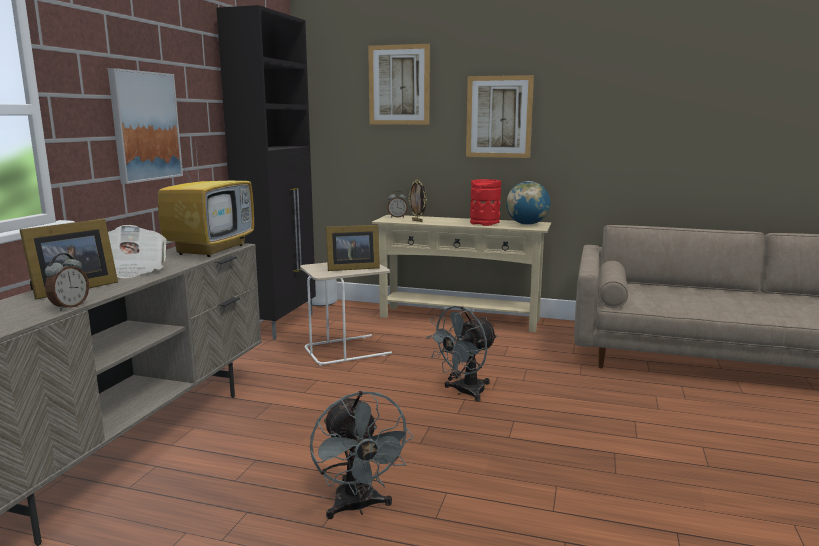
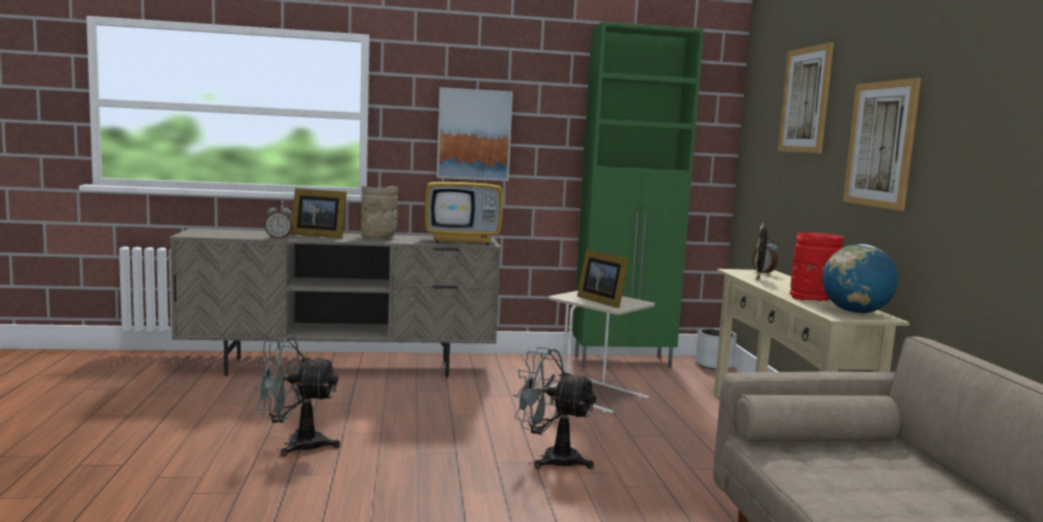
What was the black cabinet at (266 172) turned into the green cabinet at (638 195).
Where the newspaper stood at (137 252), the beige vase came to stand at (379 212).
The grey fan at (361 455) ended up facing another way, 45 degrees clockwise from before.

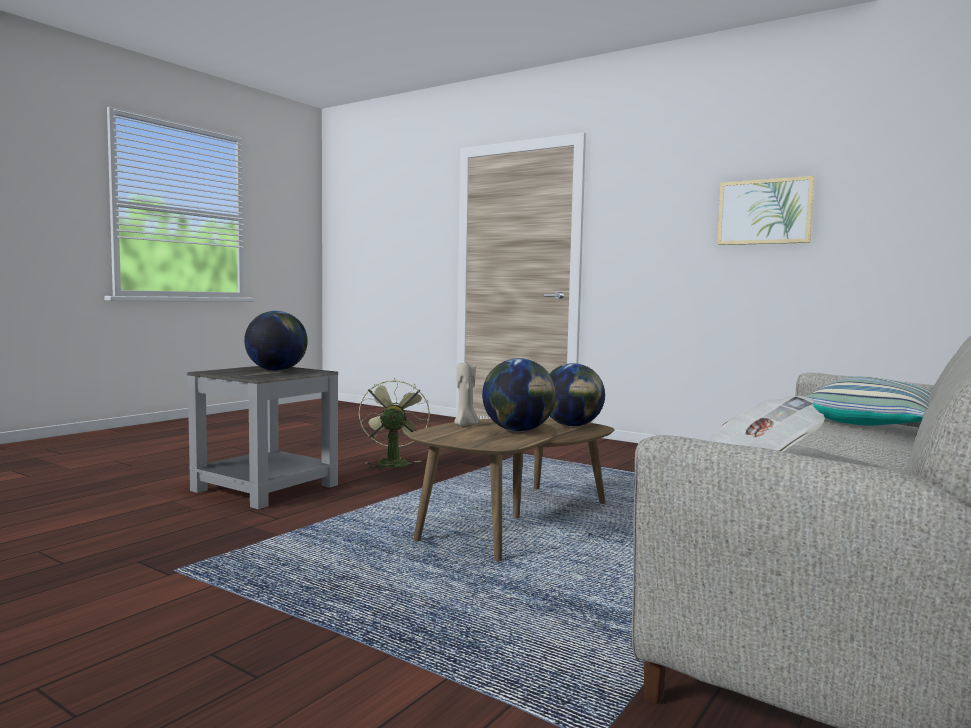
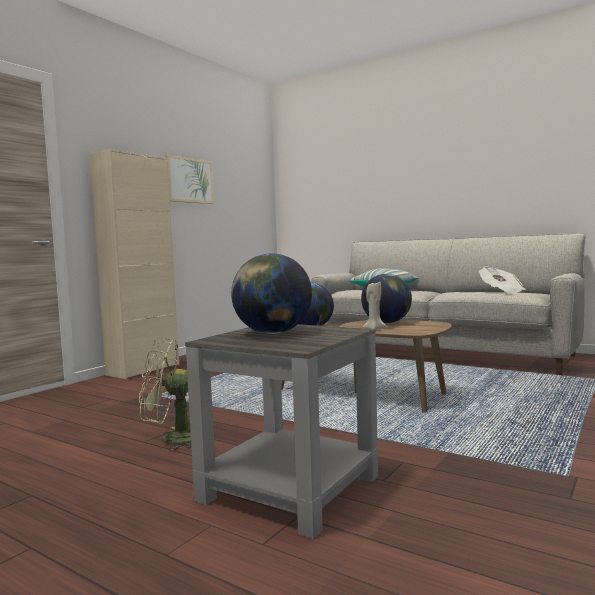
The second view gained the beige cabinet at (134 264).

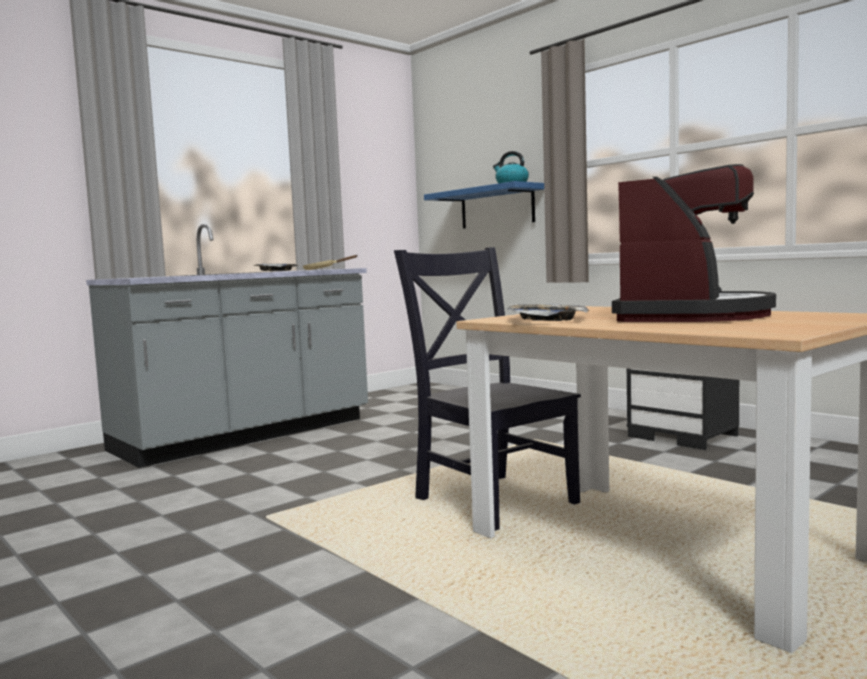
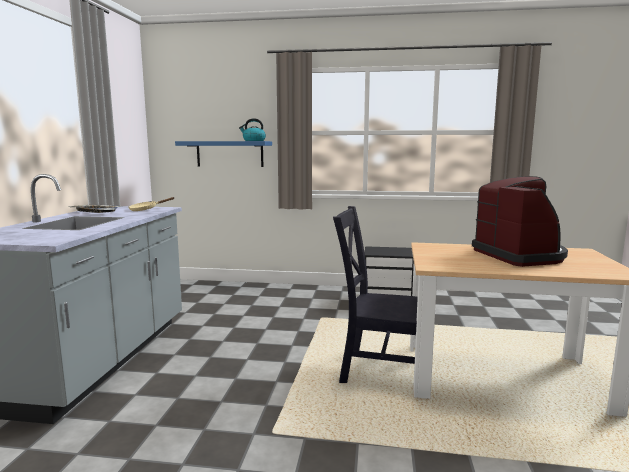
The second view lost the tray at (548 312).

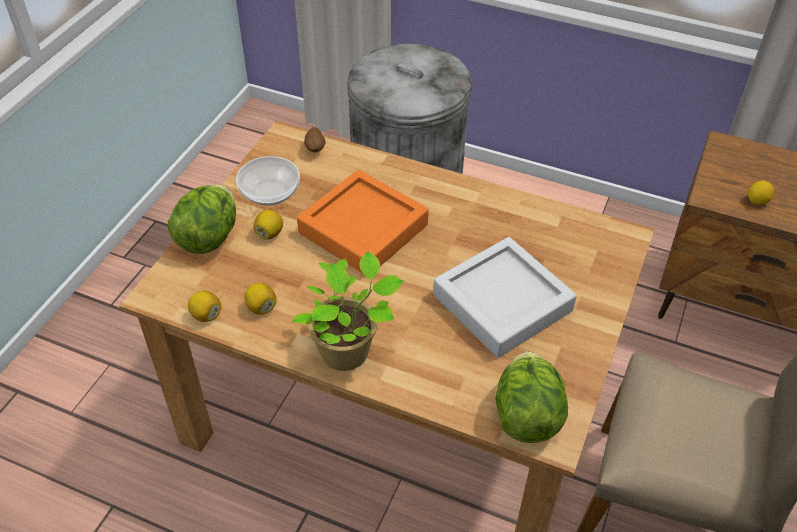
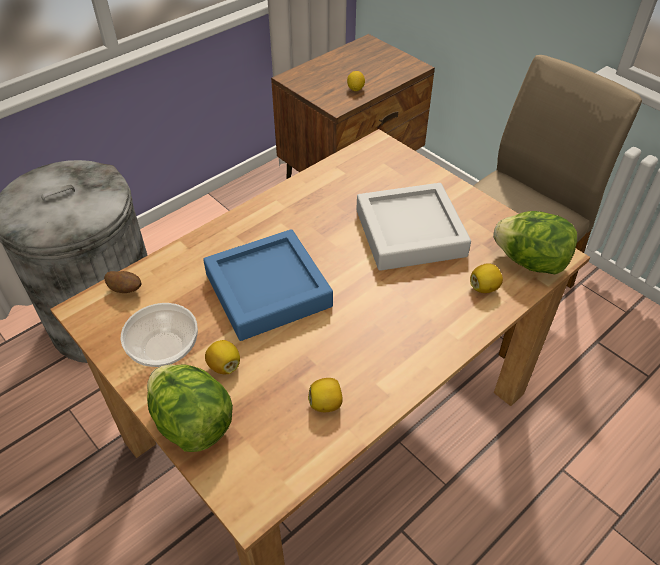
What was the orange tray at (363 221) turned into the blue tray at (268 285).
The second view lost the potted plant at (347 311).
The lemon ended up elsewhere, having gone from (204 306) to (486 278).

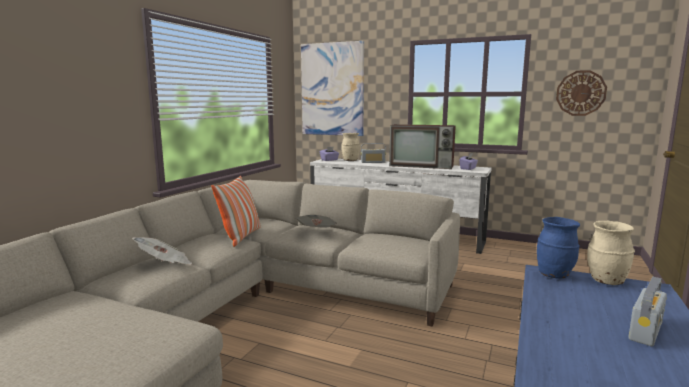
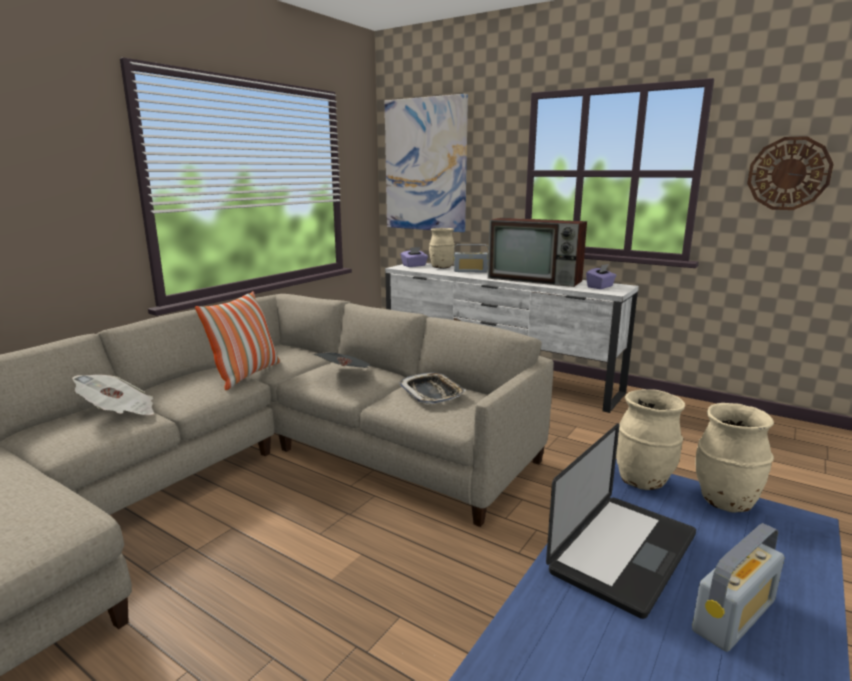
What was the blue vase at (558 248) turned into the beige vase at (650 439).
The second view gained the tray at (432 388).
The second view gained the laptop at (621 521).

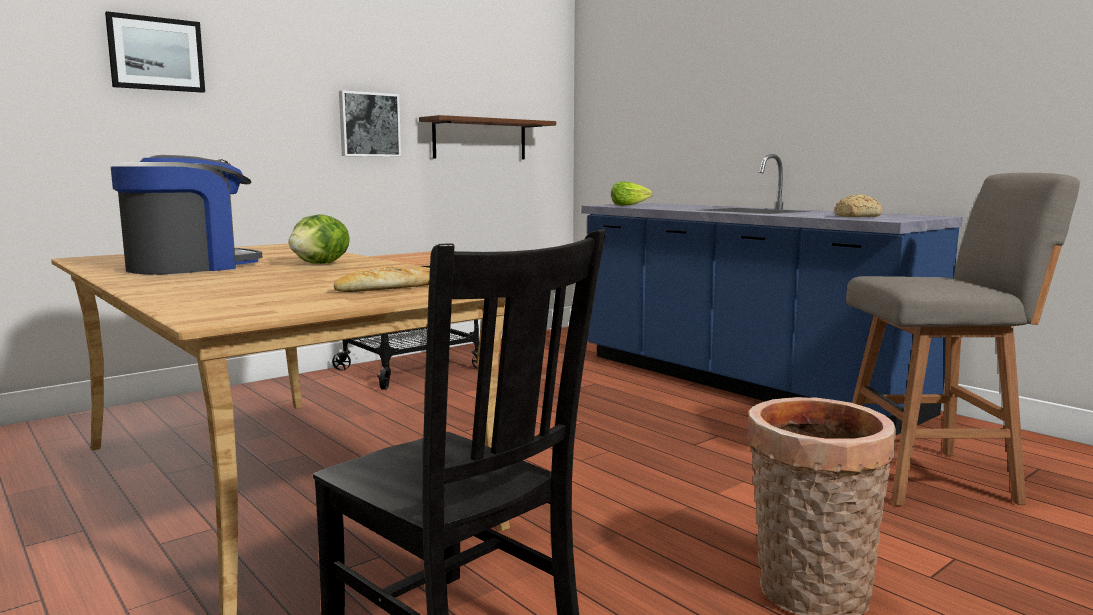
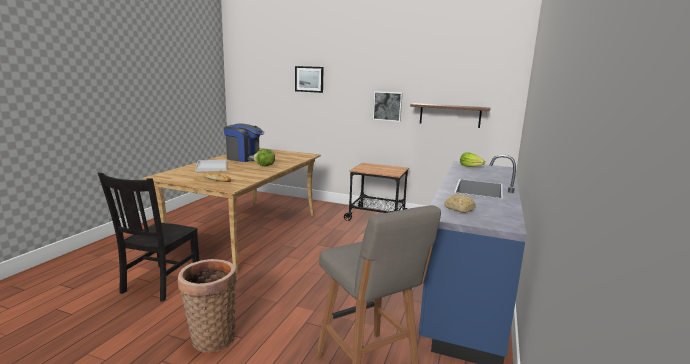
The second view gained the white tray at (211 166).

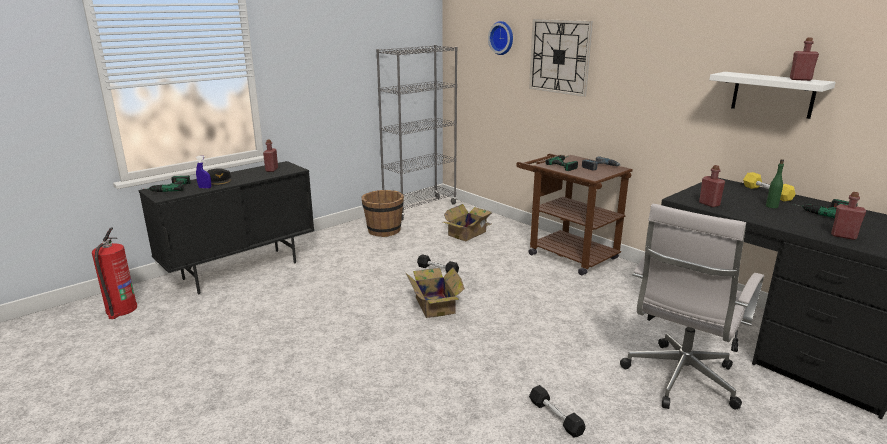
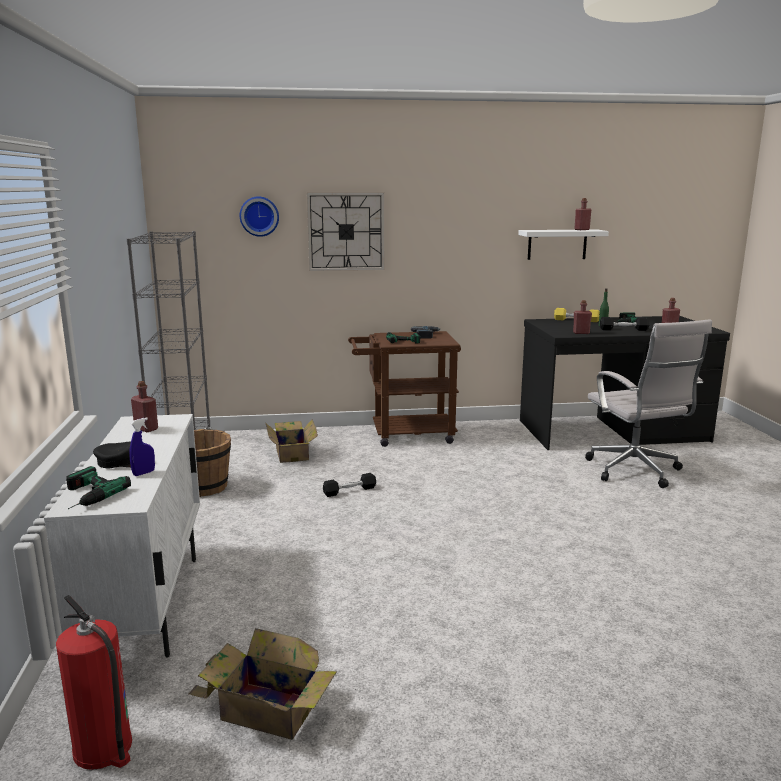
What was the black cabinet at (226 227) turned into the white cabinet at (122 536).
The cardboard box ended up elsewhere, having gone from (435 292) to (262 684).
The black dumbbell ended up elsewhere, having gone from (557 411) to (624 324).

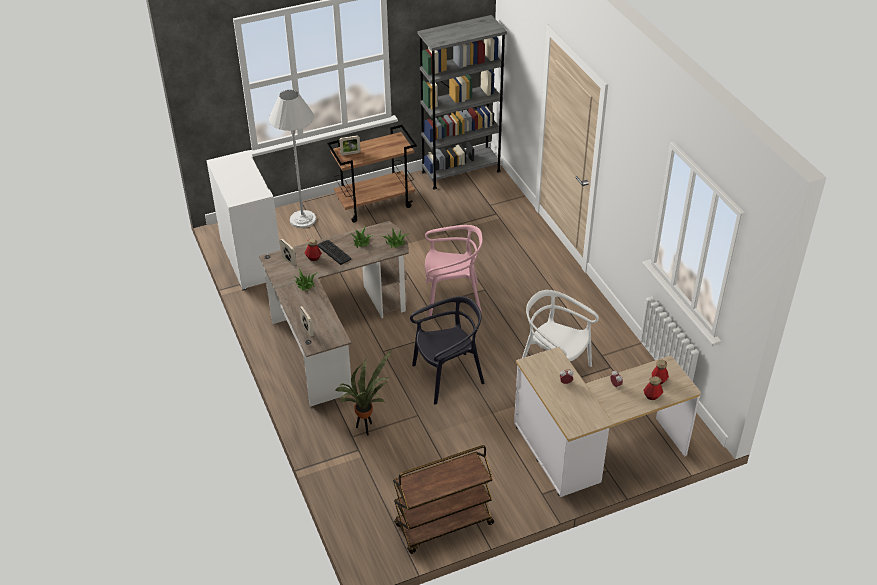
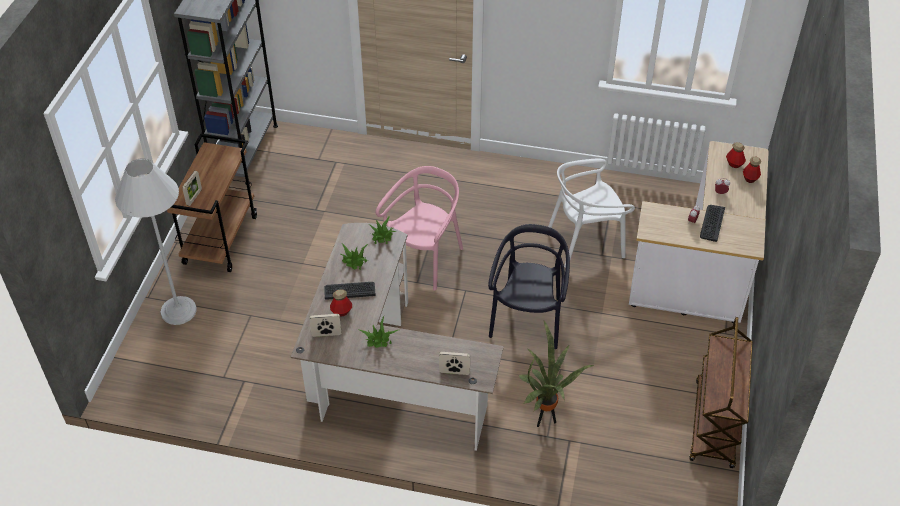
The second view lost the white cabinet at (243 220).
The second view gained the keyboard at (712 223).

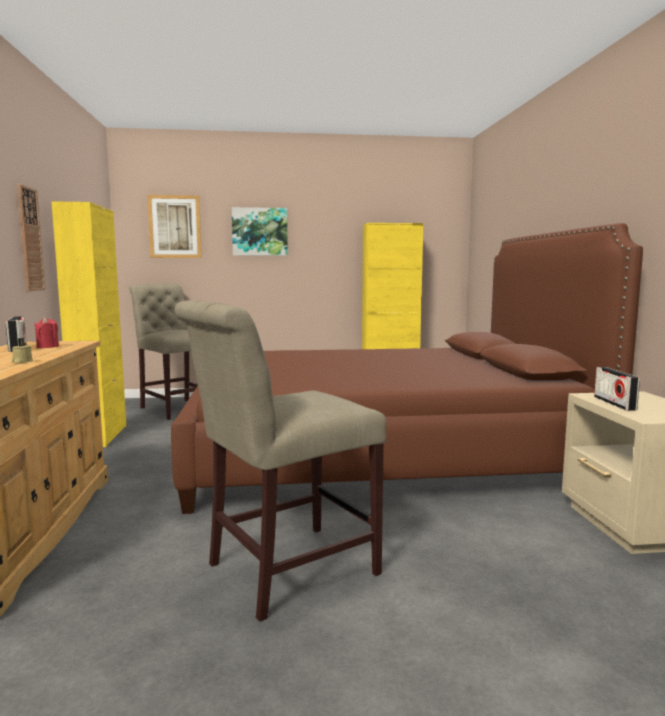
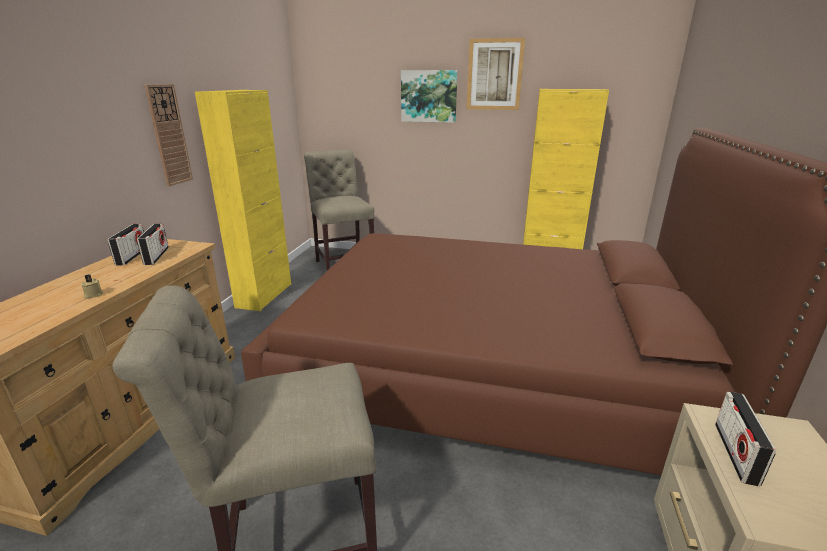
The picture ended up elsewhere, having gone from (174 226) to (495 74).
Where the red candle stood at (46 332), the radio came to stand at (153 244).

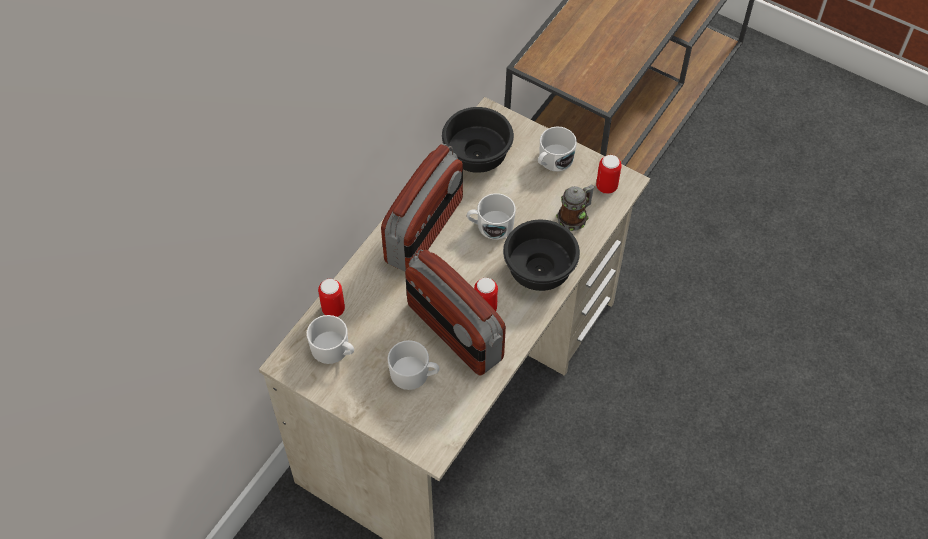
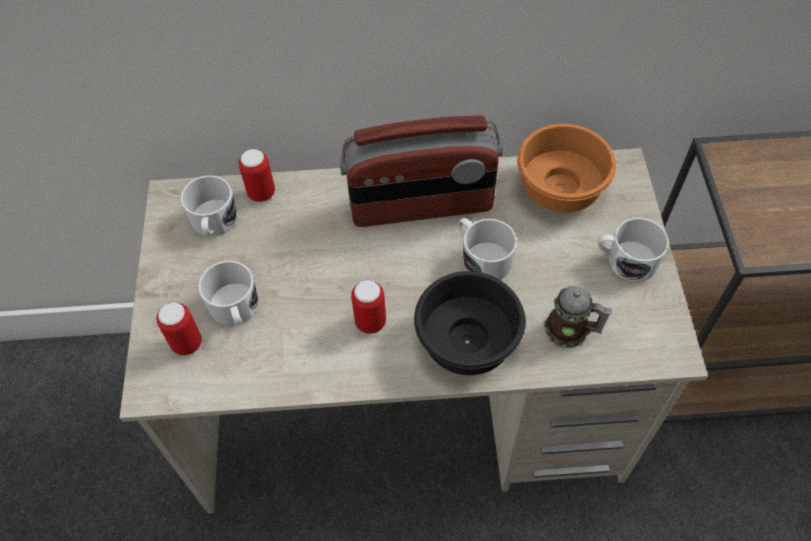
What was the black bowl at (478 140) turned into the orange bowl at (566 168).
The can ended up elsewhere, having gone from (609 174) to (179 328).
The second view lost the radio at (455 312).

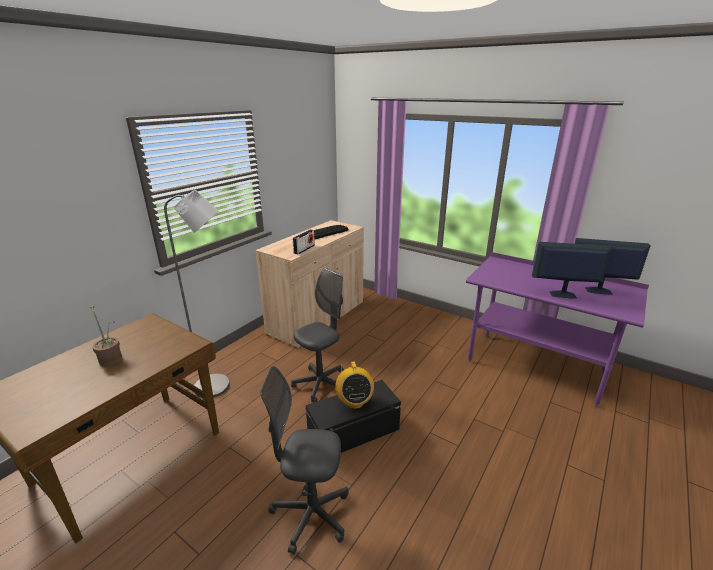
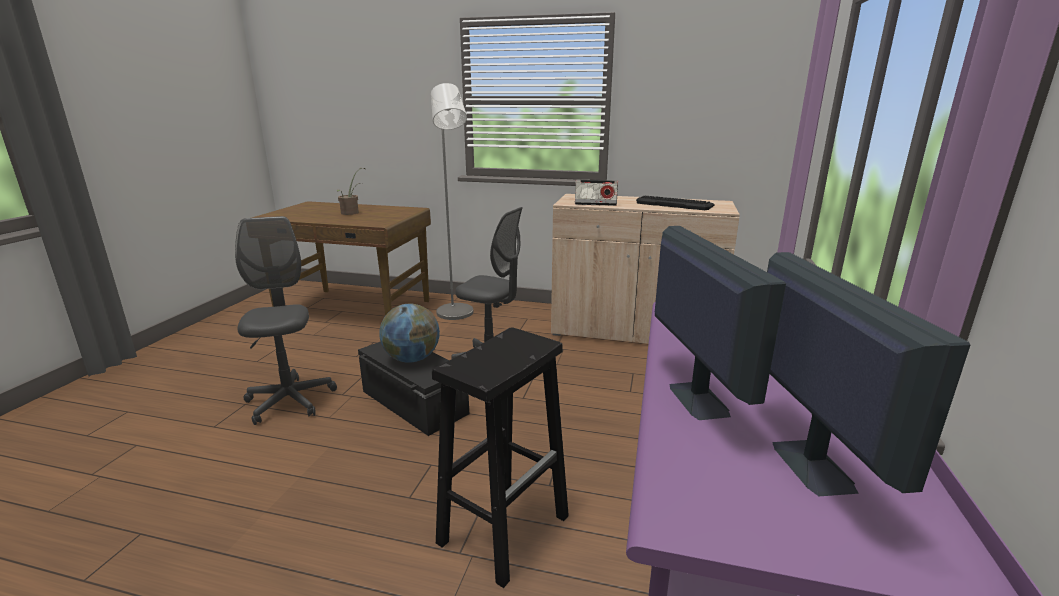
Where the radio stood at (354 385), the globe came to stand at (409 333).
The second view gained the black stool at (500 457).

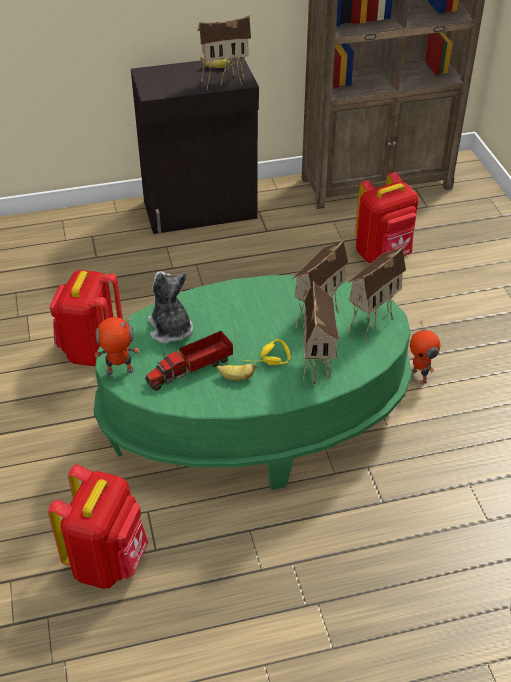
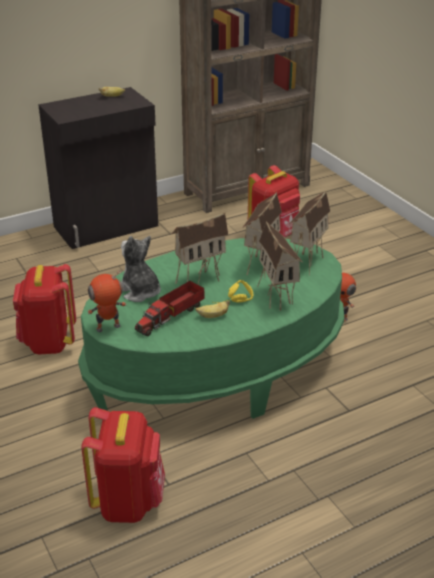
The toy house ended up elsewhere, having gone from (224 52) to (199 248).

